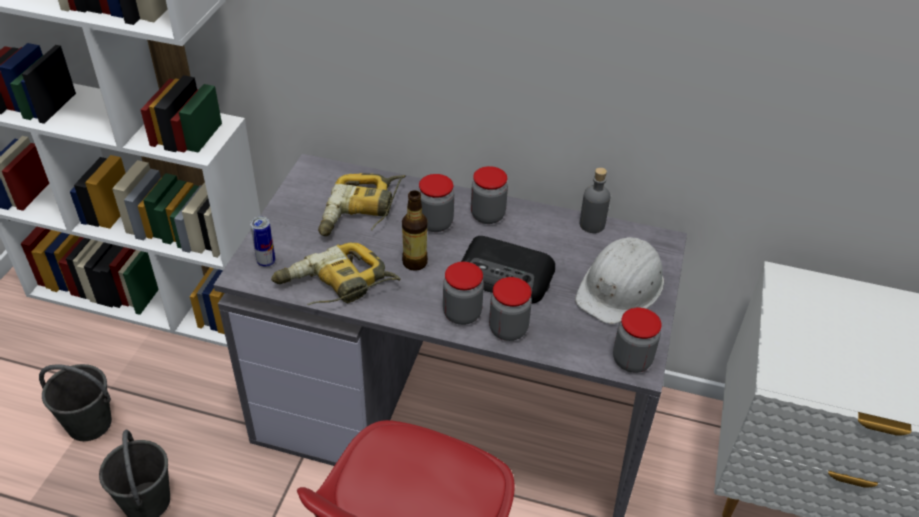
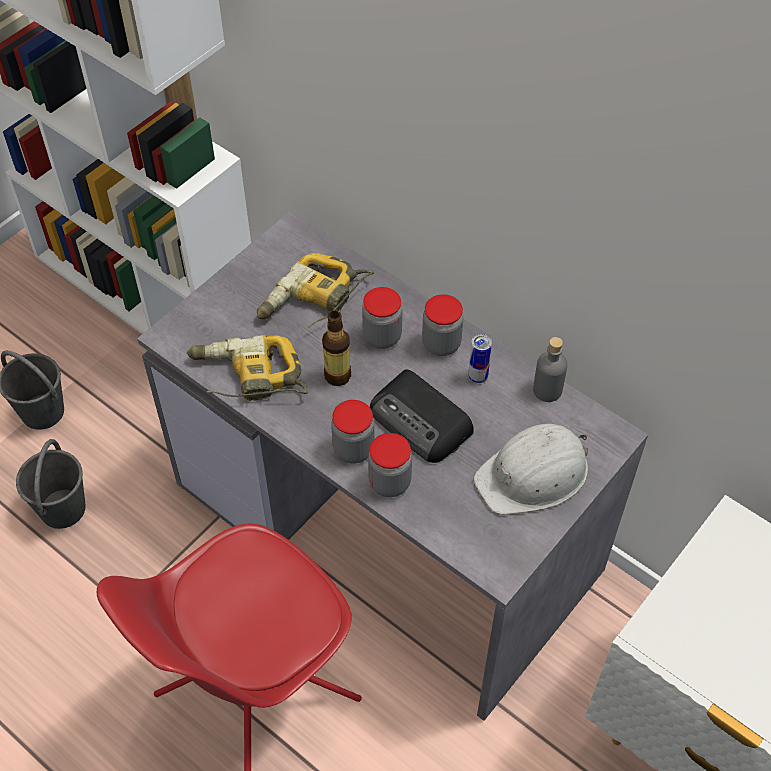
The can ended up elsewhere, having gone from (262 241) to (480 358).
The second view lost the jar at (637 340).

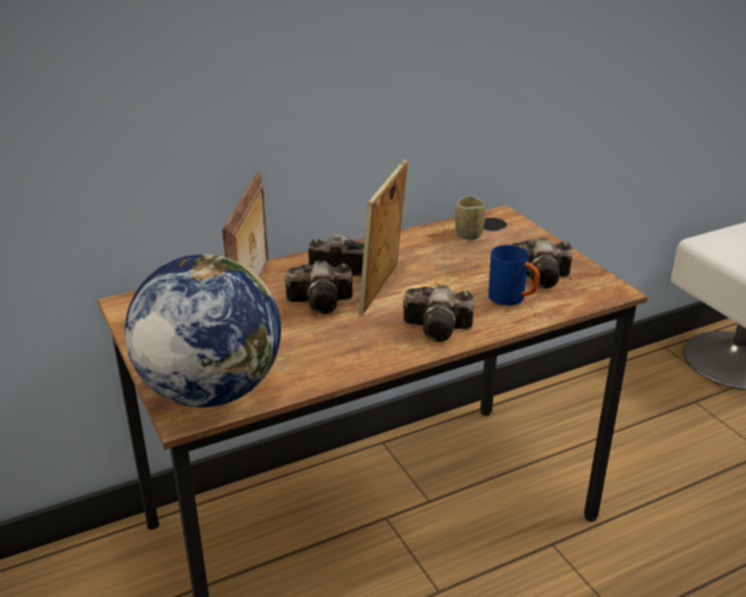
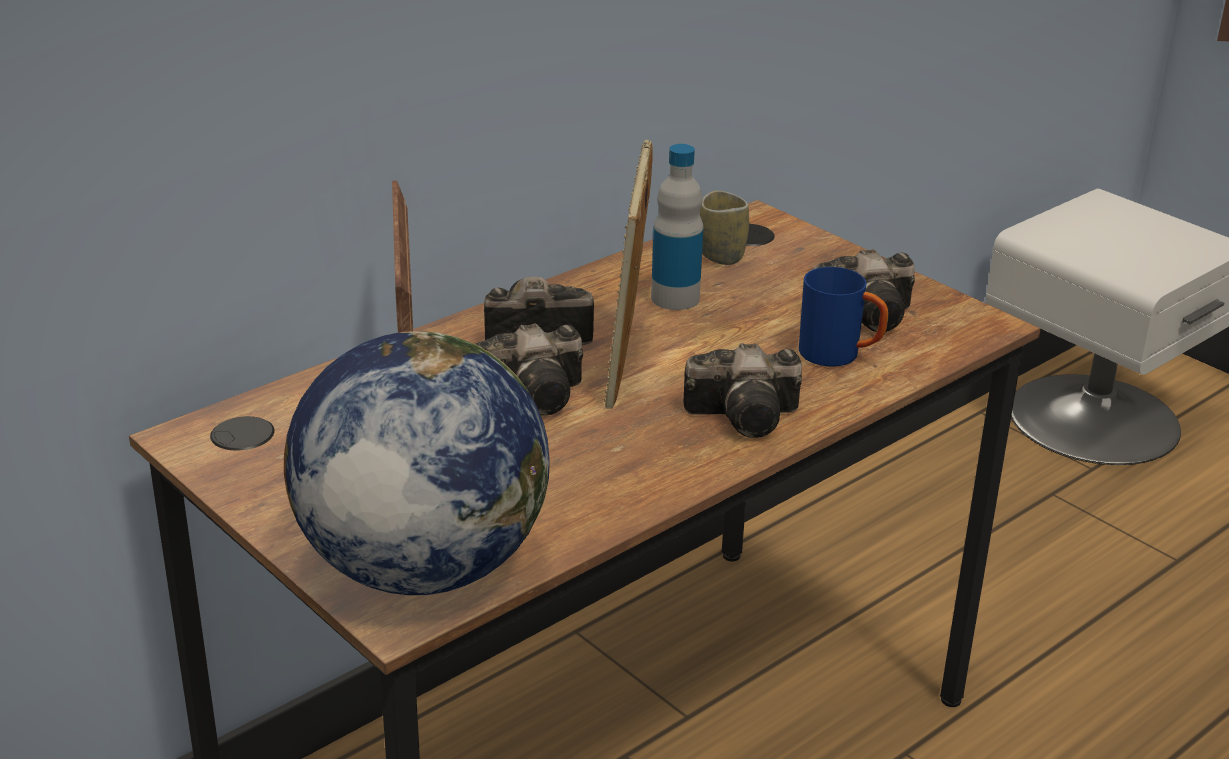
The second view gained the bottle at (677 227).

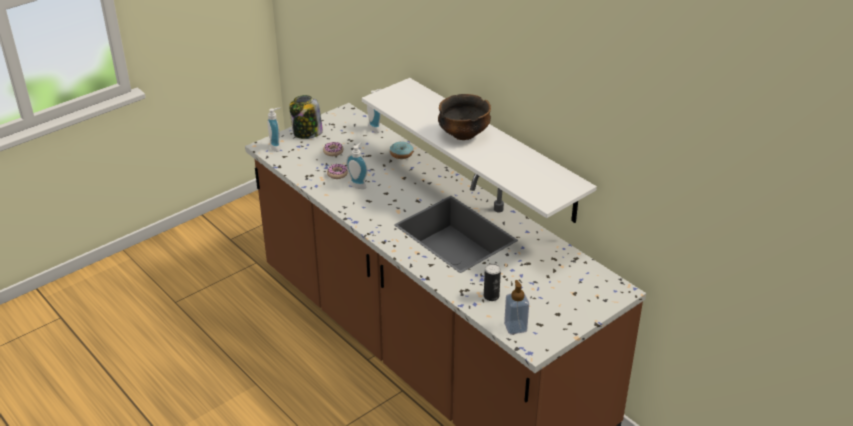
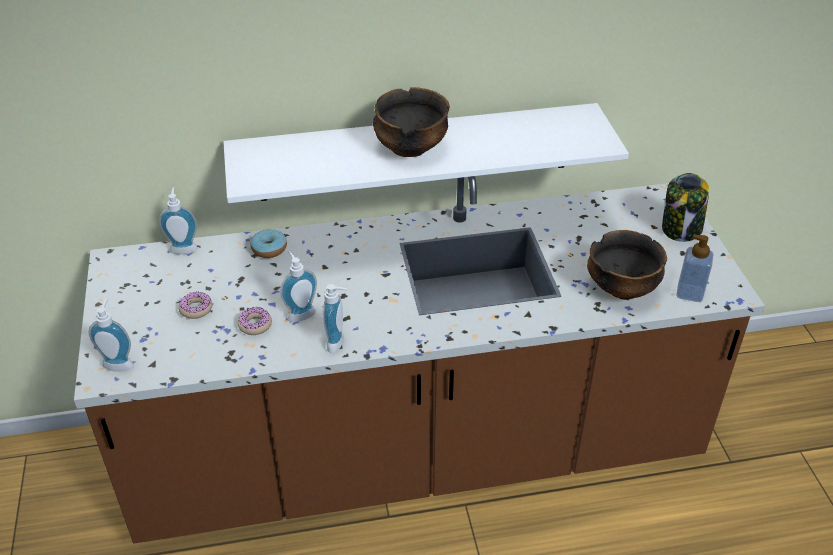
The jar ended up elsewhere, having gone from (306 117) to (685 207).
Where the can stood at (492 282), the bowl came to stand at (627 264).
The second view gained the soap dispenser at (335 318).

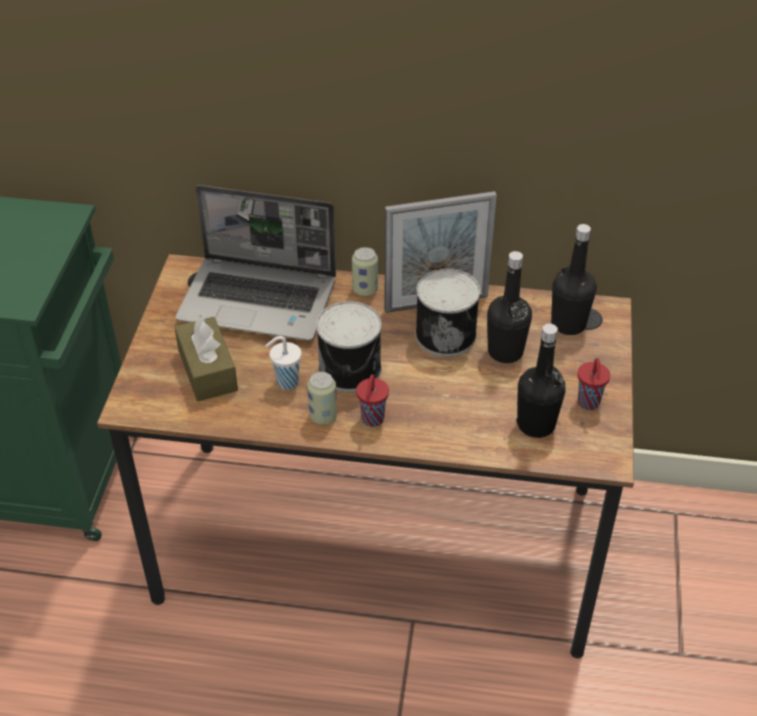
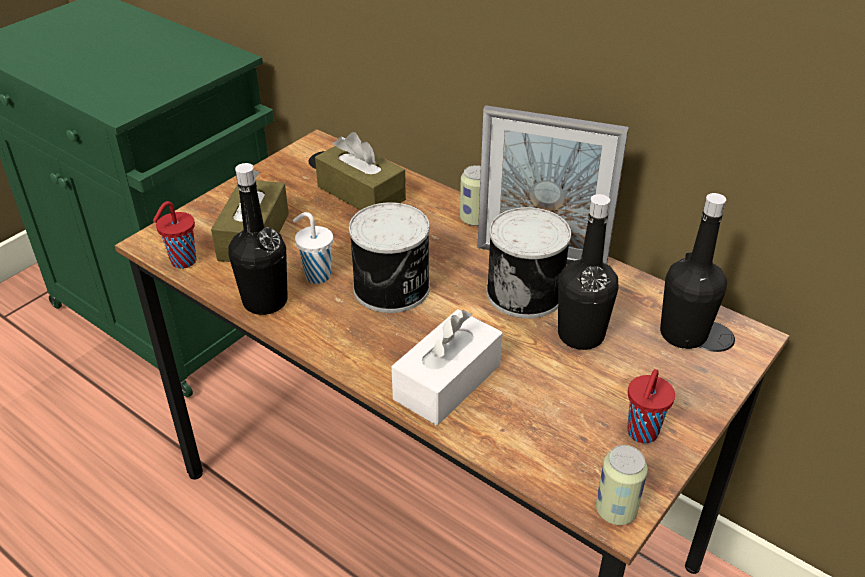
Where the laptop stood at (256 263), the brown tissue box came to stand at (360 171).
The black bottle ended up elsewhere, having gone from (541 381) to (258 239).
The can ended up elsewhere, having gone from (322 398) to (622 485).
The red cup ended up elsewhere, having gone from (372 400) to (174 235).
The second view gained the white tissue box at (446 367).

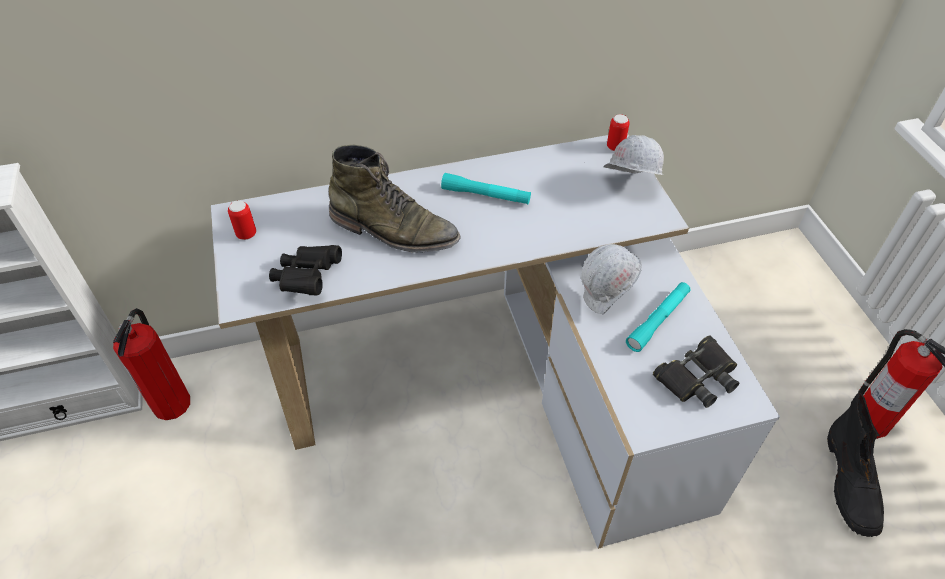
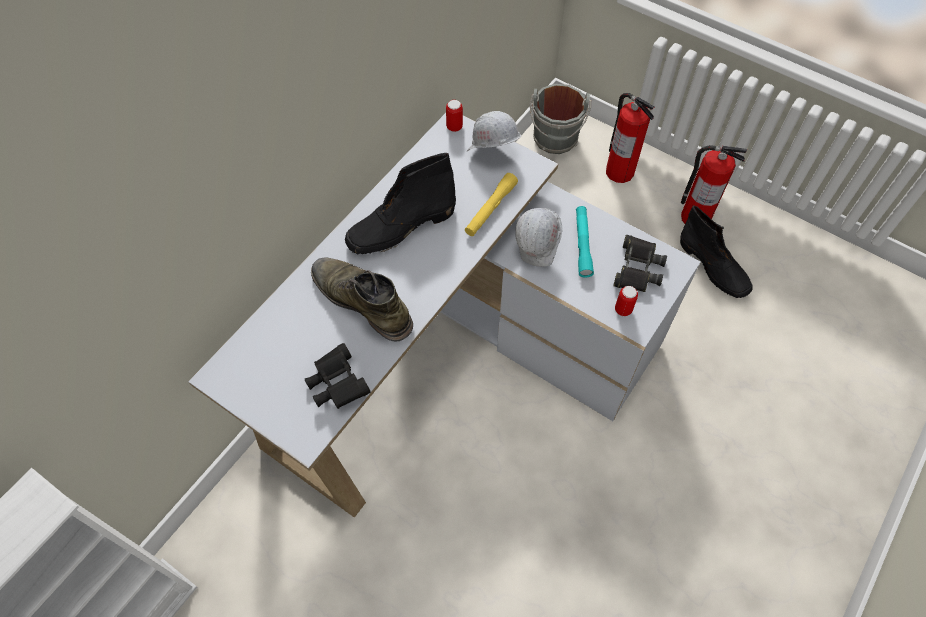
The green boot at (395 199) ended up facing another way, 120 degrees counterclockwise from before.
Where the turquoise flashlight stood at (486 188), the black boot came to stand at (400 203).
The can ended up elsewhere, having gone from (242 220) to (626 301).
The fire extinguisher ended up elsewhere, having gone from (151 364) to (630 138).
The second view gained the grey bucket at (560 119).
The second view gained the yellow flashlight at (491 204).

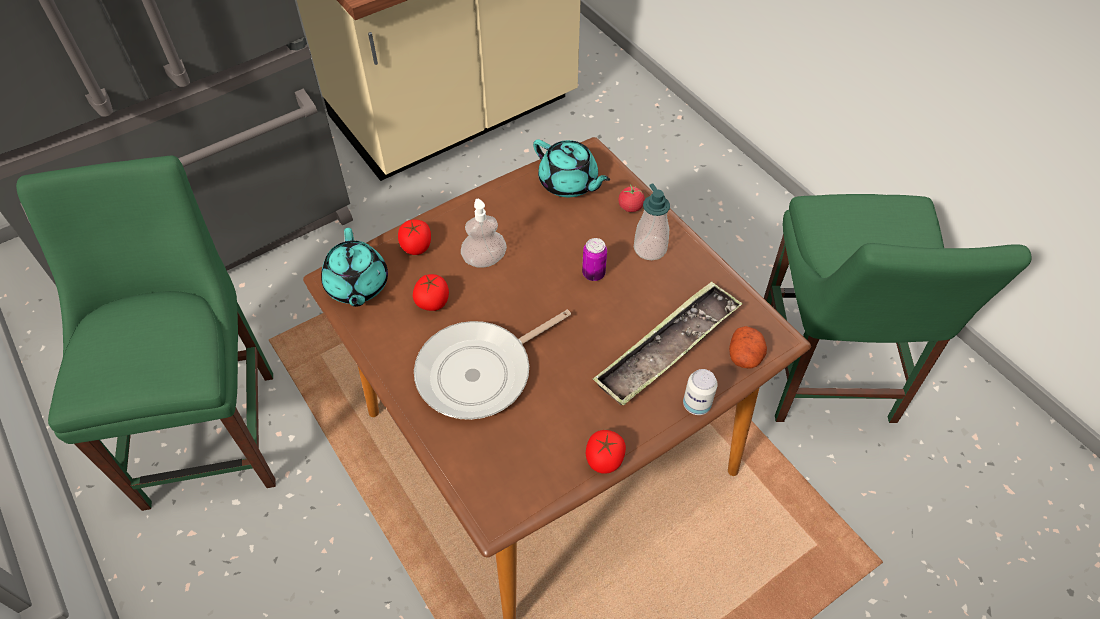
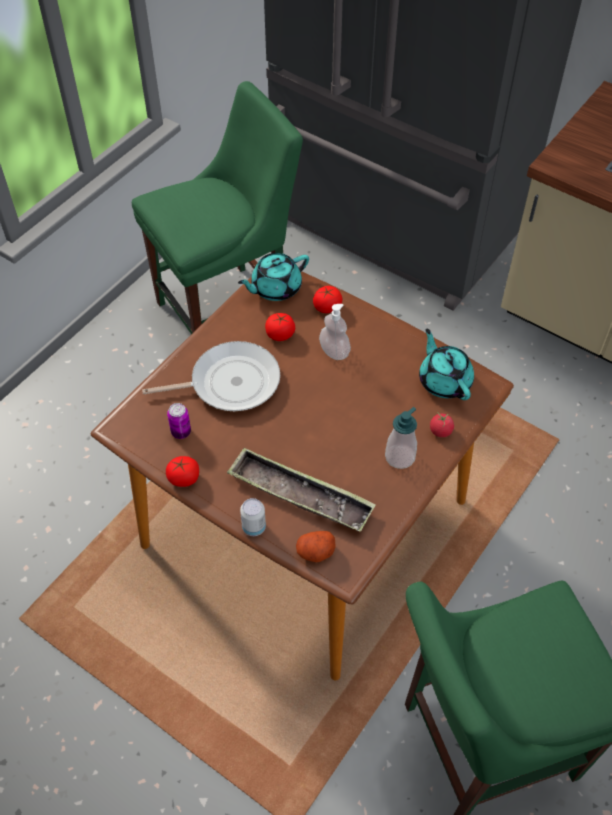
The turquoise teapot at (571 168) ended up facing another way, 135 degrees clockwise from before.
The can ended up elsewhere, having gone from (594 259) to (179 421).
The frying pan at (492 365) ended up facing another way, 135 degrees clockwise from before.

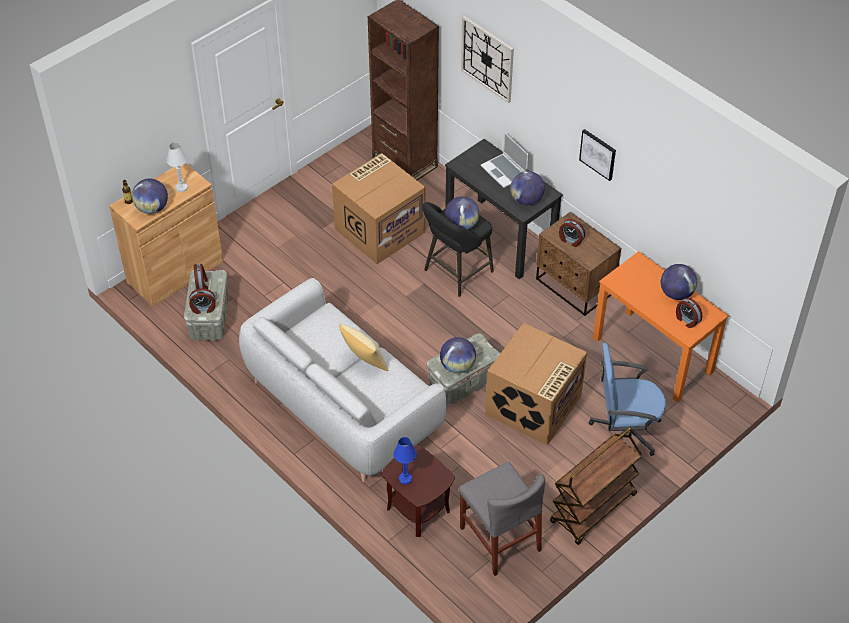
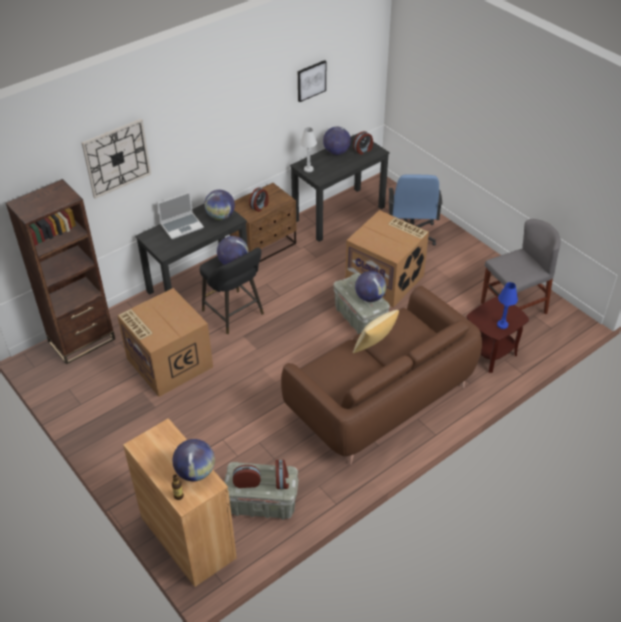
The picture ended up elsewhere, having gone from (597 155) to (312 81).
The white table lamp ended up elsewhere, having gone from (177 167) to (308 149).
What was the orange desk at (661 327) turned into the black desk at (340 187).
What was the grey sofa at (343 380) turned into the brown sofa at (381 375).
The second view lost the brown cart at (596 486).

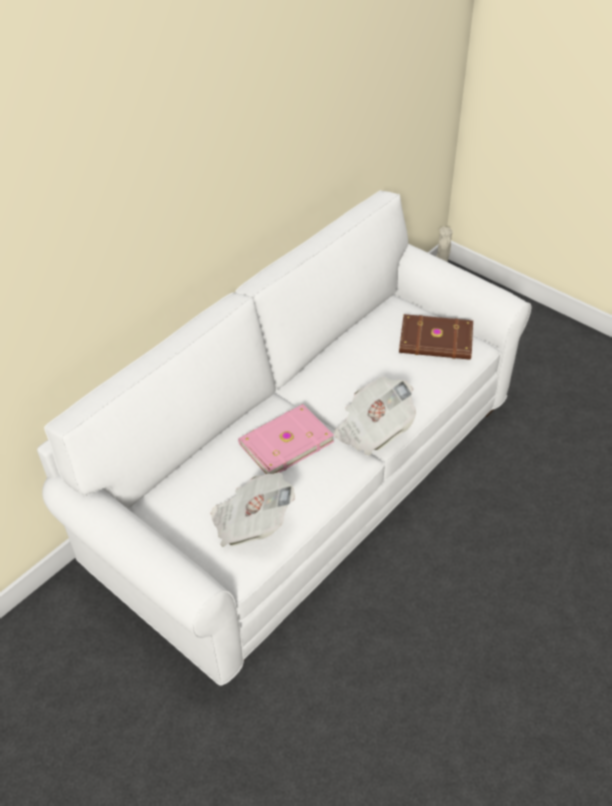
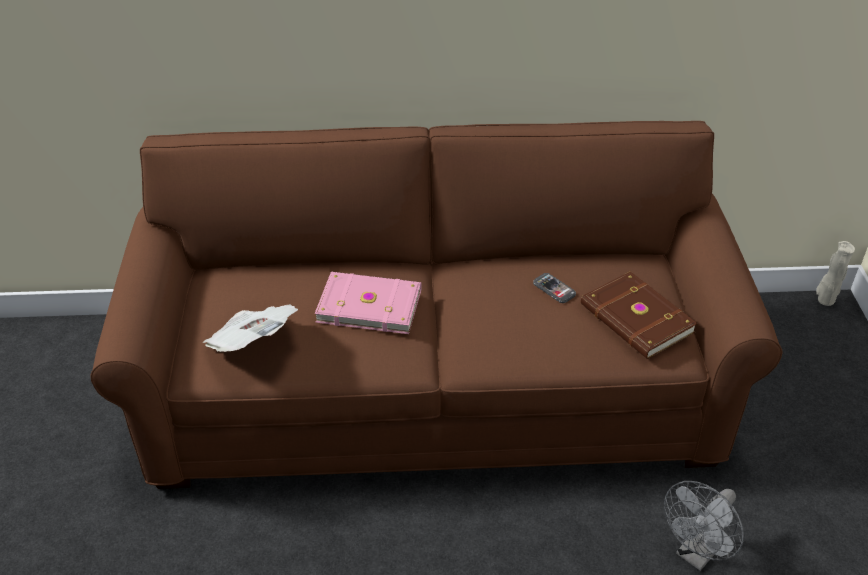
What was the white sofa at (284 438) turned into the brown sofa at (436 305).
The second view lost the newspaper at (375 416).
The second view gained the phone at (554 288).
The second view gained the grey fan at (704 526).

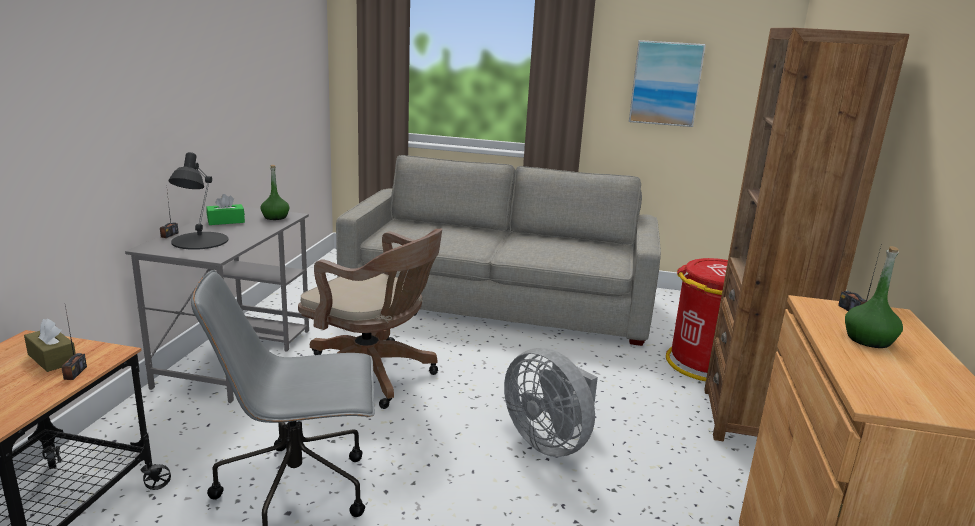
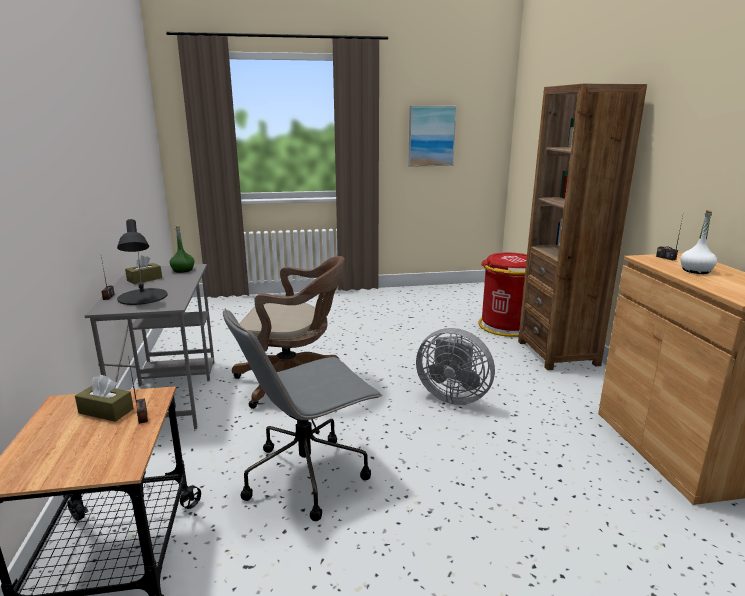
The second view lost the grey sofa at (498 250).
What was the green tissue box at (225 209) turned into the brown tissue box at (143 269).
What was the green bottle at (874 297) turned into the white bottle at (698 242).

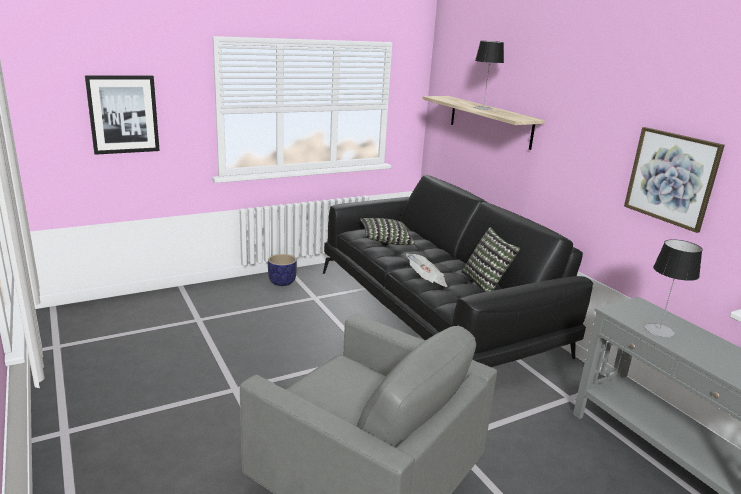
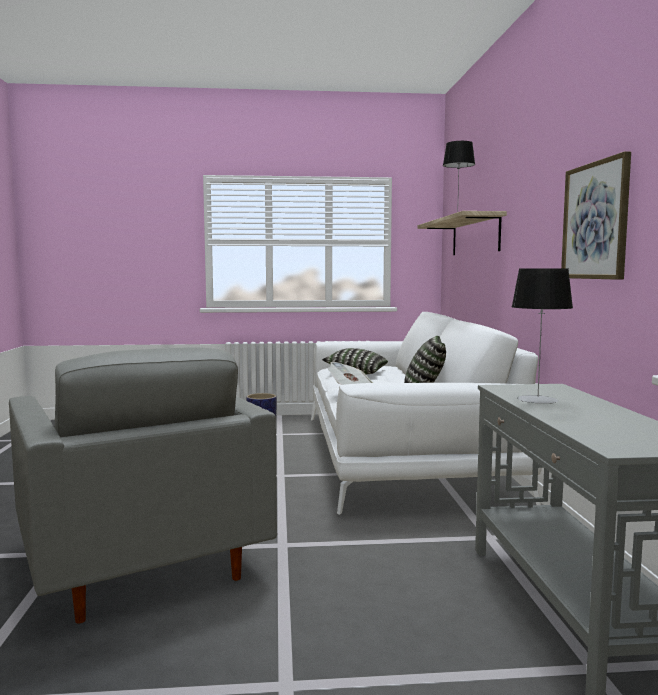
The second view lost the picture at (122 115).
What was the black sofa at (458 271) turned into the white sofa at (426 413).

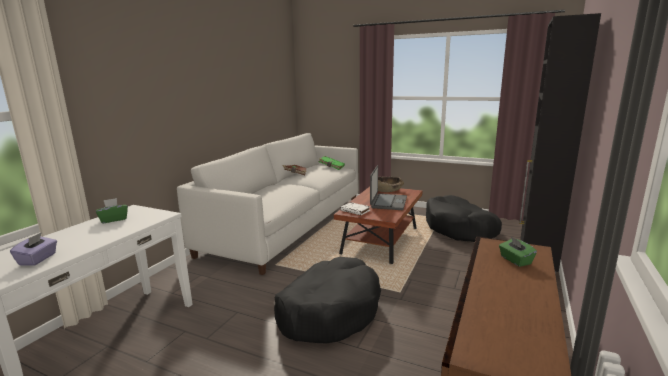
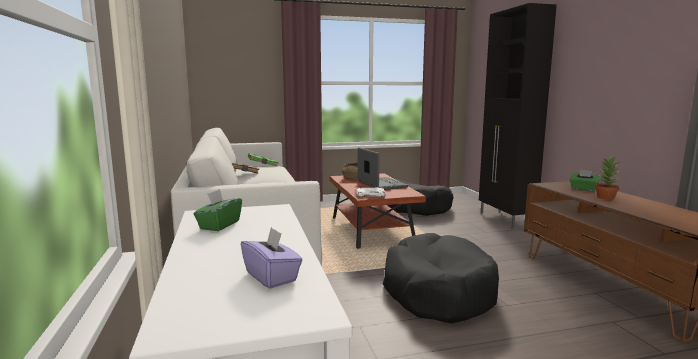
The second view gained the potted plant at (607 178).

